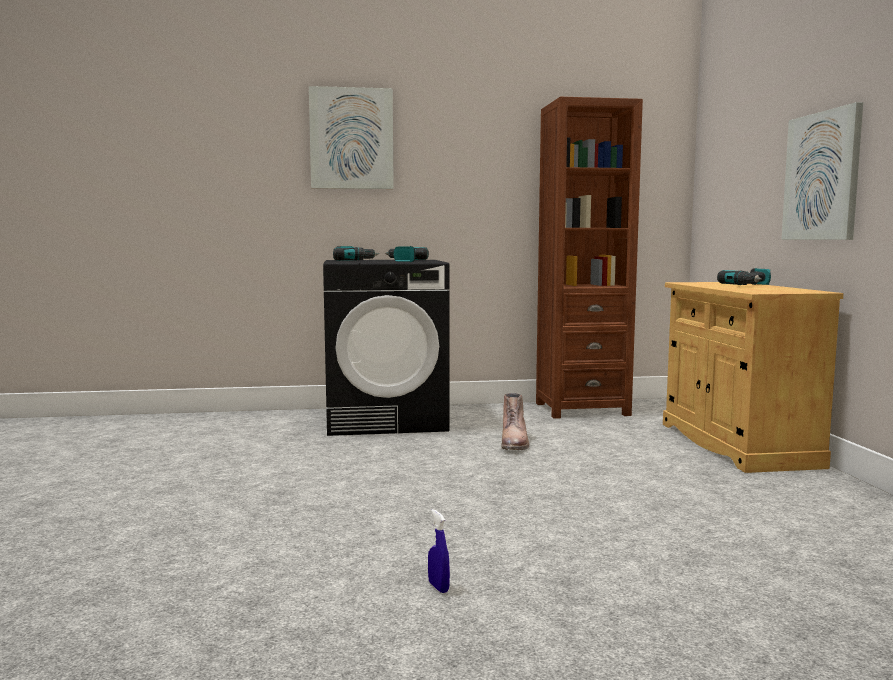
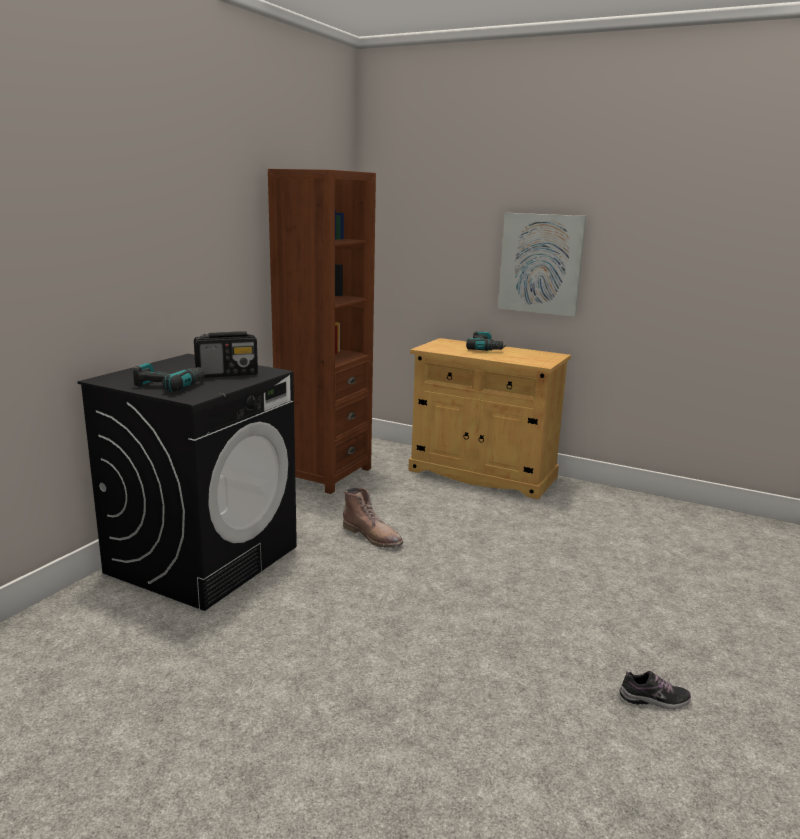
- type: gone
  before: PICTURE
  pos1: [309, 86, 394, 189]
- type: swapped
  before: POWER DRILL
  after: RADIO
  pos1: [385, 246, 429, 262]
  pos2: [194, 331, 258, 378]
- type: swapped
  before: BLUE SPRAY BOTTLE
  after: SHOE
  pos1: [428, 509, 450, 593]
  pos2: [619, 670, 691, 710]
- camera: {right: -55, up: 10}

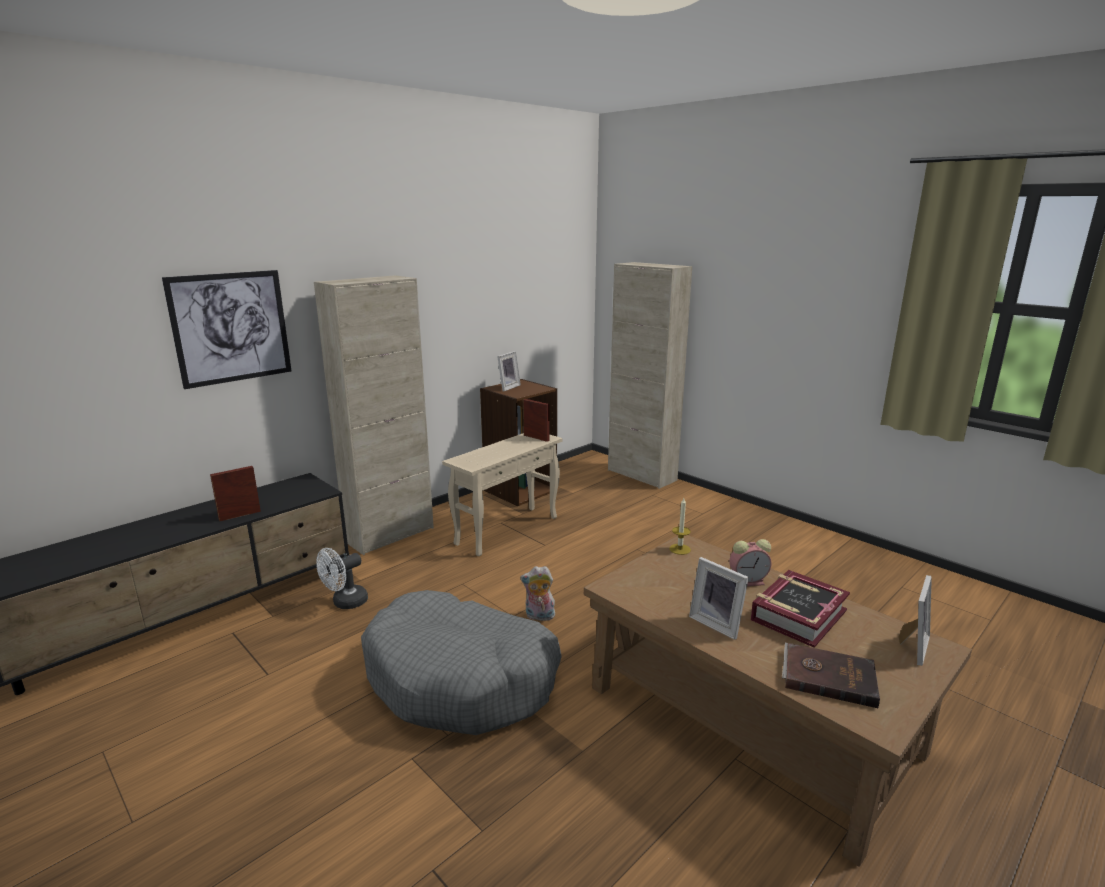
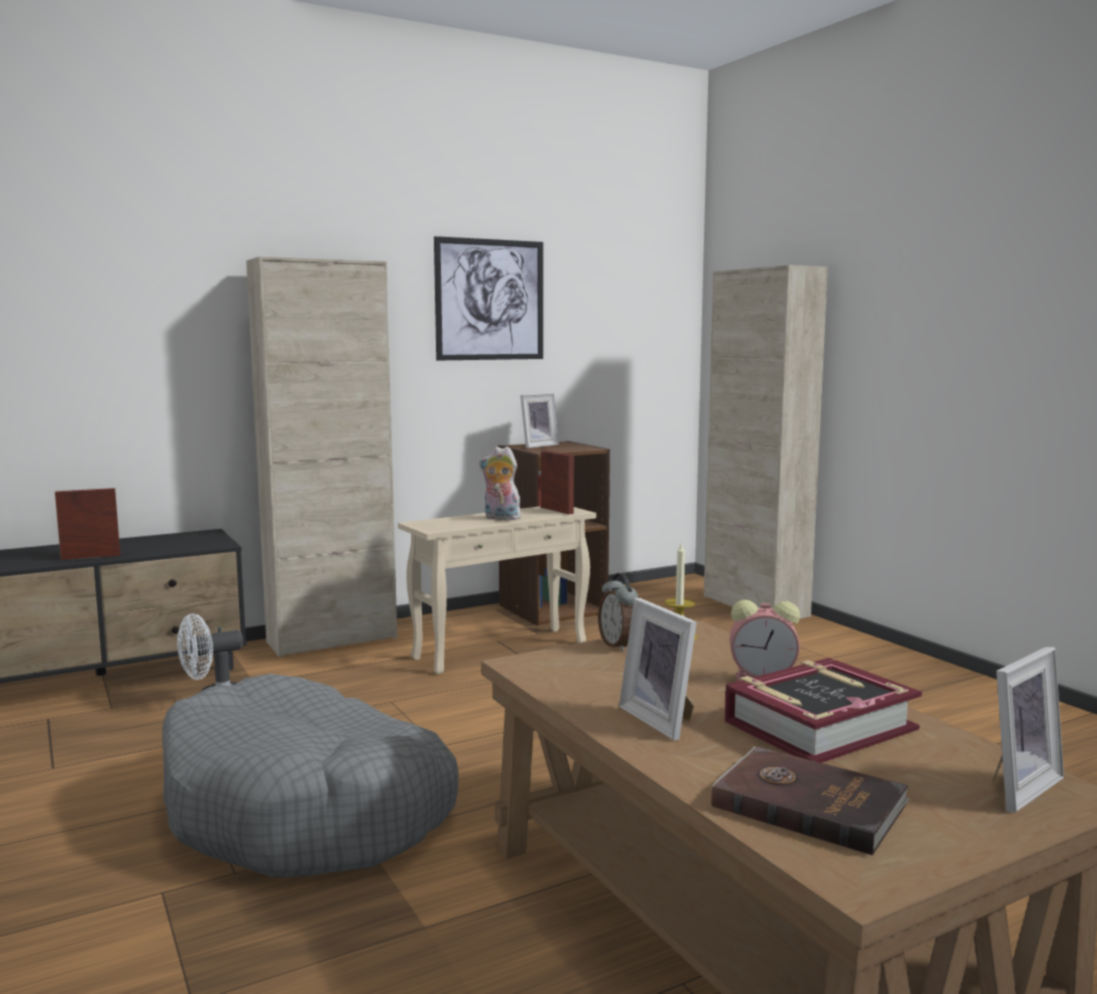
- type: new
  after: ALARM CLOCK
  pos2: [598, 573, 638, 652]
- type: shifted
  before: PICTURE
  pos1: [162, 270, 292, 389]
  pos2: [434, 236, 543, 360]
- type: shifted
  before: PLUSH TOY
  pos1: [520, 566, 555, 623]
  pos2: [479, 447, 524, 520]
- camera: {right: 15, up: -10}

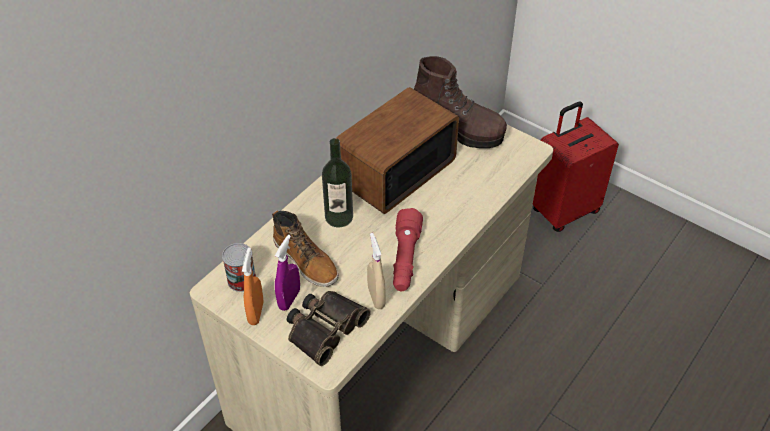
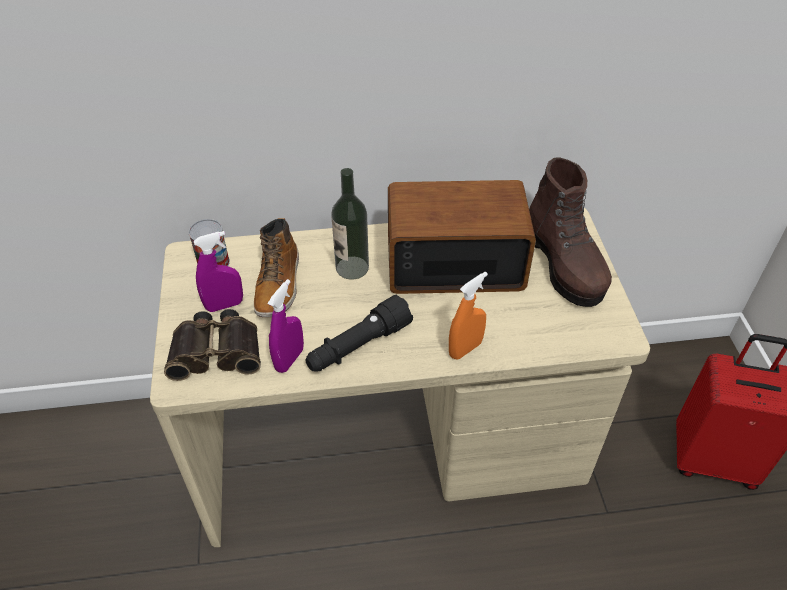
- type: shifted
  before: ORANGE SPRAY BOTTLE
  pos1: [242, 248, 263, 325]
  pos2: [449, 272, 488, 359]
- type: repainted
  before: BEIGE SPRAY BOTTLE
  after: PURPLE SPRAY BOTTLE
  pos1: [367, 233, 386, 309]
  pos2: [268, 279, 304, 373]
- type: repainted
  before: RED FLASHLIGHT
  after: BLACK FLASHLIGHT
  pos1: [393, 208, 423, 291]
  pos2: [305, 294, 413, 372]
- camera: {right: 45, up: 0}

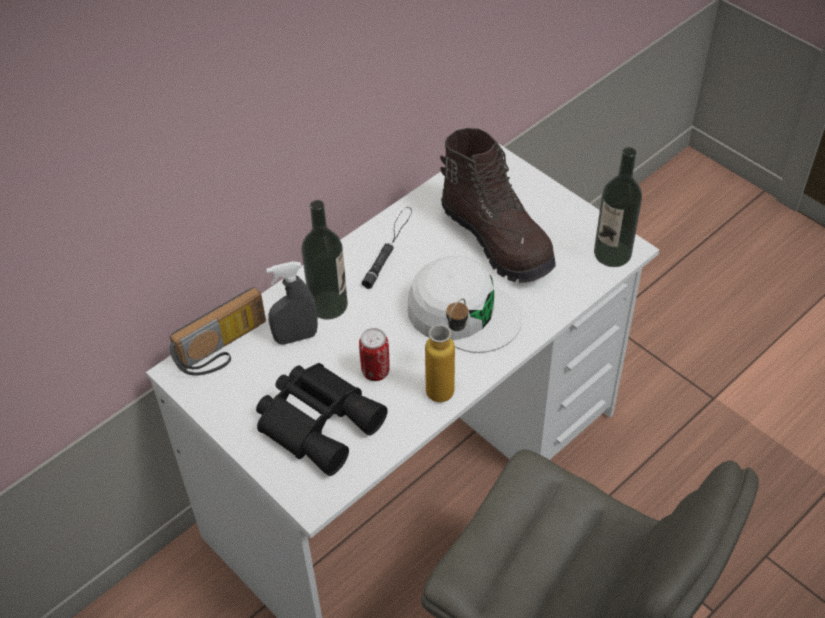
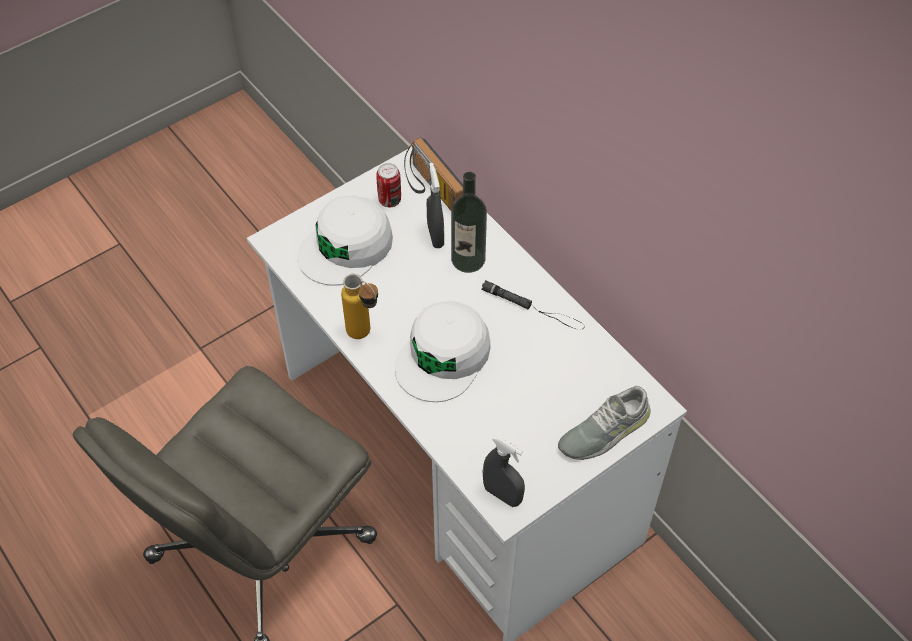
- type: gone
  before: BROWN BOOT
  pos1: [440, 128, 556, 283]
- type: new
  after: GREY SHOE
  pos2: [558, 386, 651, 460]
- type: shifted
  before: CAN
  pos1: [359, 328, 390, 381]
  pos2: [376, 163, 401, 207]
- type: swapped
  before: BLACK BINOCULARS
  after: WHITE CAP
  pos1: [256, 363, 388, 476]
  pos2: [297, 195, 393, 286]
- type: swapped
  before: BOTTLE
  after: GREY SPRAY BOTTLE
  pos1: [594, 147, 642, 267]
  pos2: [483, 435, 525, 507]
- camera: {right: 95, up: 5}

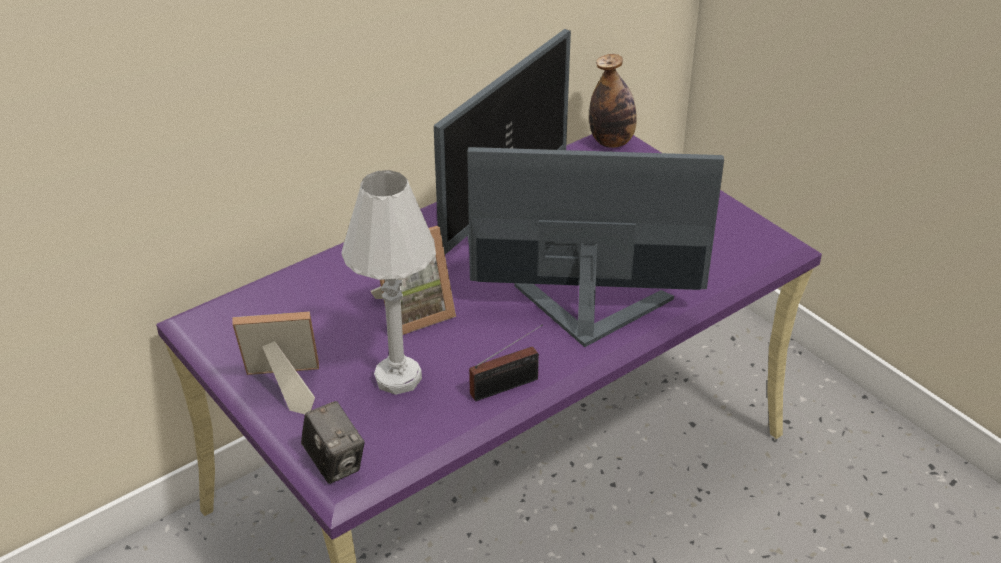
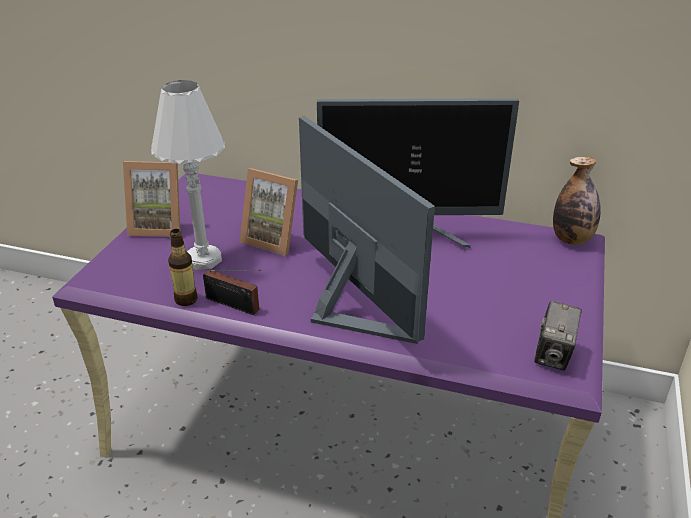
- type: new
  after: BOTTLE
  pos2: [168, 229, 197, 306]
- type: shifted
  before: PHOTO CAMERA
  pos1: [301, 401, 365, 484]
  pos2: [534, 301, 582, 371]
- type: rotated
  before: PICTURE FRAME
  pos1: [233, 311, 319, 414]
  pos2: [123, 161, 180, 237]
  turn: 135
- camera: {right: 55, up: -5}

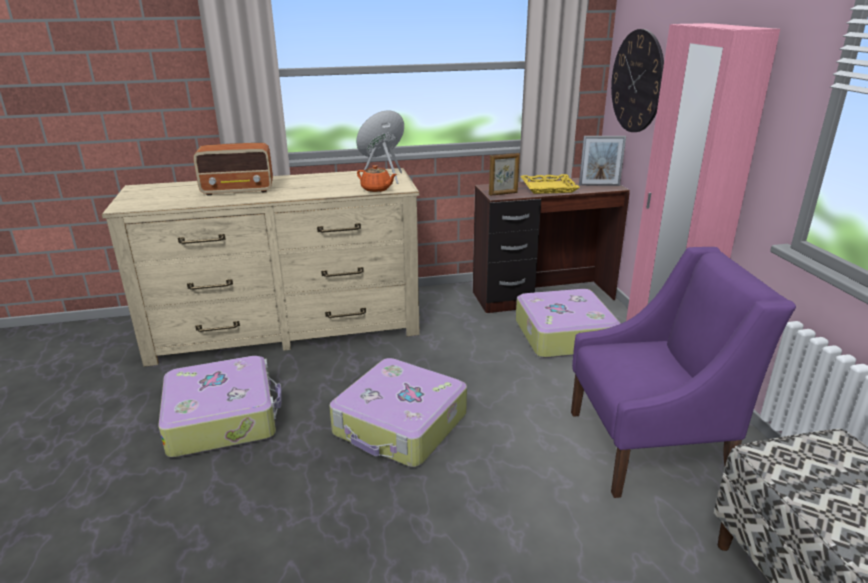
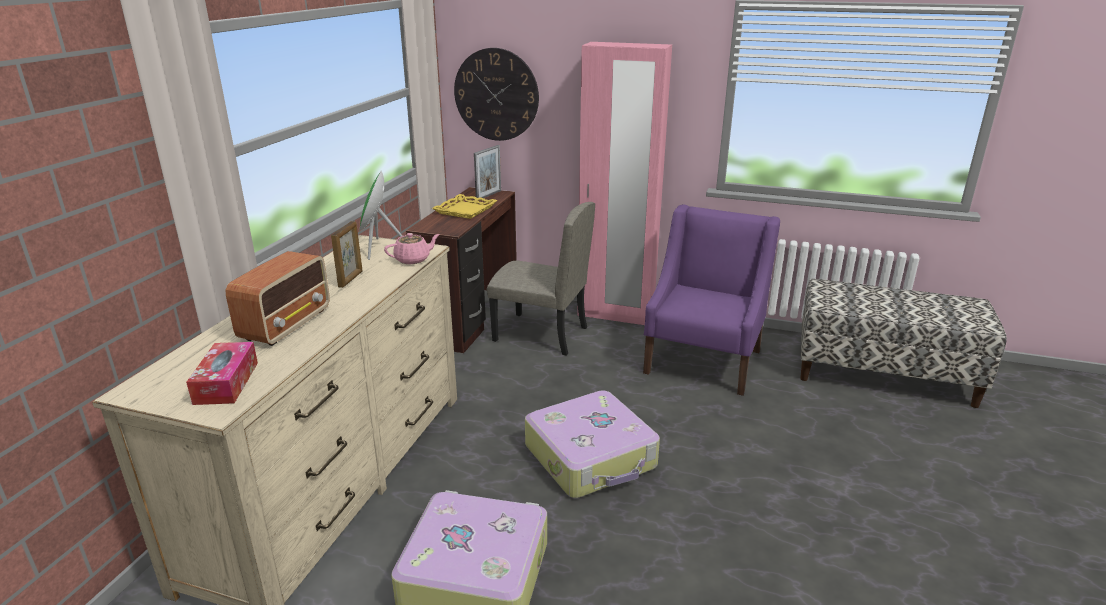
- type: new
  after: TISSUE BOX
  pos2: [186, 342, 258, 405]
- type: shifted
  before: PICTURE FRAME
  pos1: [489, 153, 520, 196]
  pos2: [331, 221, 362, 288]
- type: swapped
  before: SUITCASE
  after: BEIGE CHAIR
  pos1: [516, 289, 621, 358]
  pos2: [487, 202, 595, 356]
- type: repainted
  before: ORANGE TEAPOT
  after: PINK TEAPOT
  pos1: [357, 165, 397, 192]
  pos2: [384, 233, 440, 264]
- camera: {right: -60, up: 0}

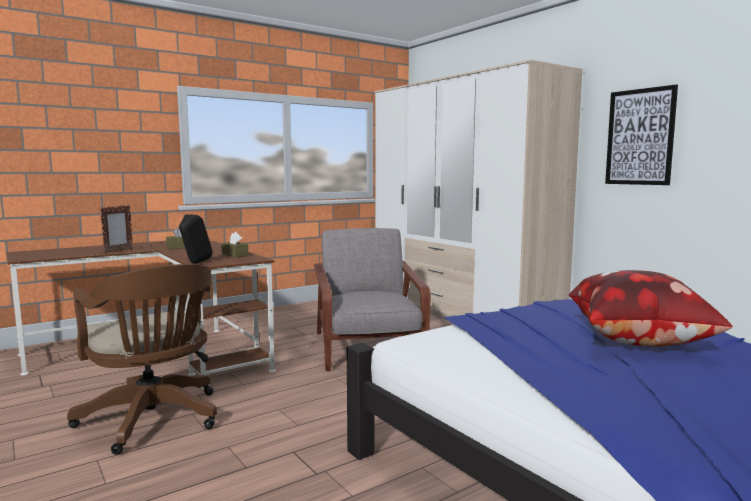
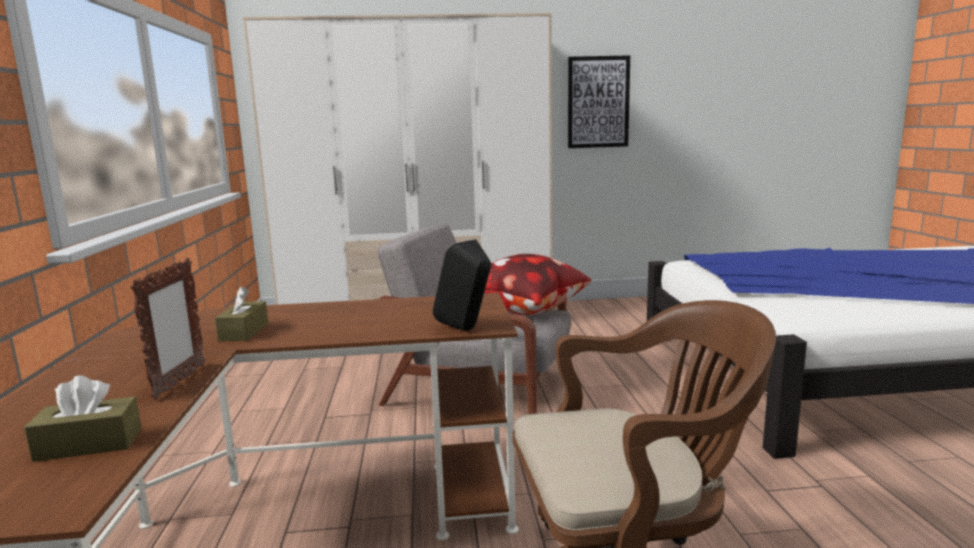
- type: shifted
  before: BROWN TISSUE BOX
  pos1: [221, 232, 248, 258]
  pos2: [24, 375, 142, 462]
- type: shifted
  before: PILLOW
  pos1: [568, 270, 733, 347]
  pos2: [484, 254, 592, 315]
- type: rotated
  before: PICTURE FRAME
  pos1: [100, 205, 133, 254]
  pos2: [130, 258, 205, 400]
  turn: 45
- camera: {right: -60, up: 5}

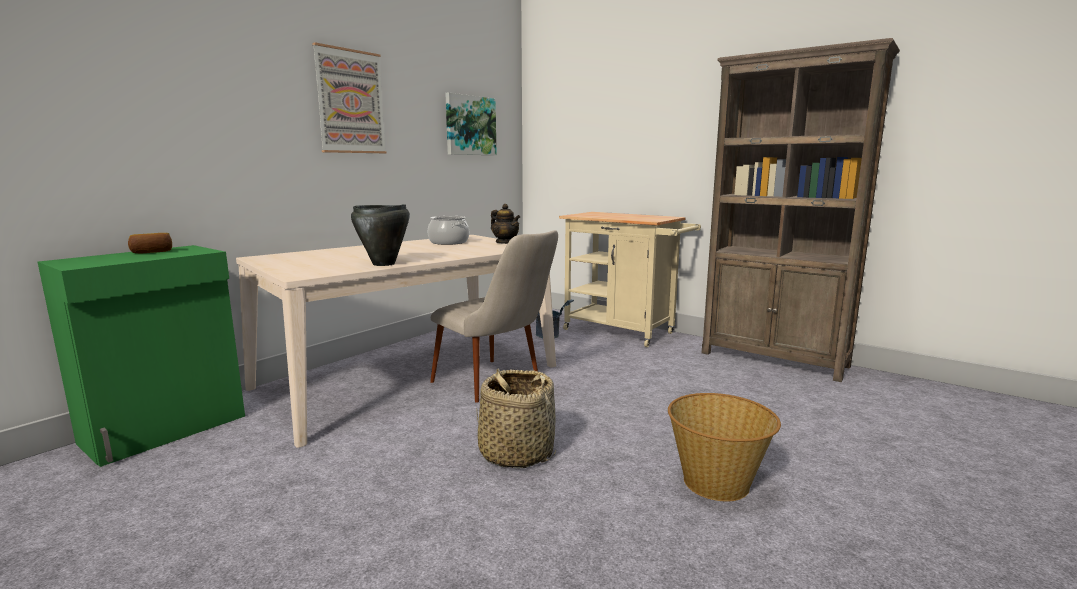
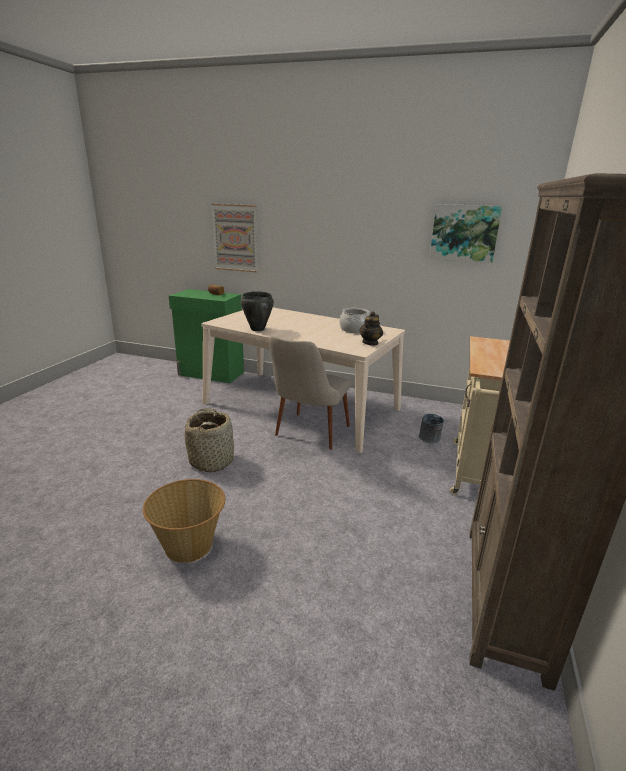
- type: shifted
  before: PICTURE
  pos1: [312, 42, 386, 153]
  pos2: [211, 204, 258, 273]
- camera: {right: 70, up: 10}

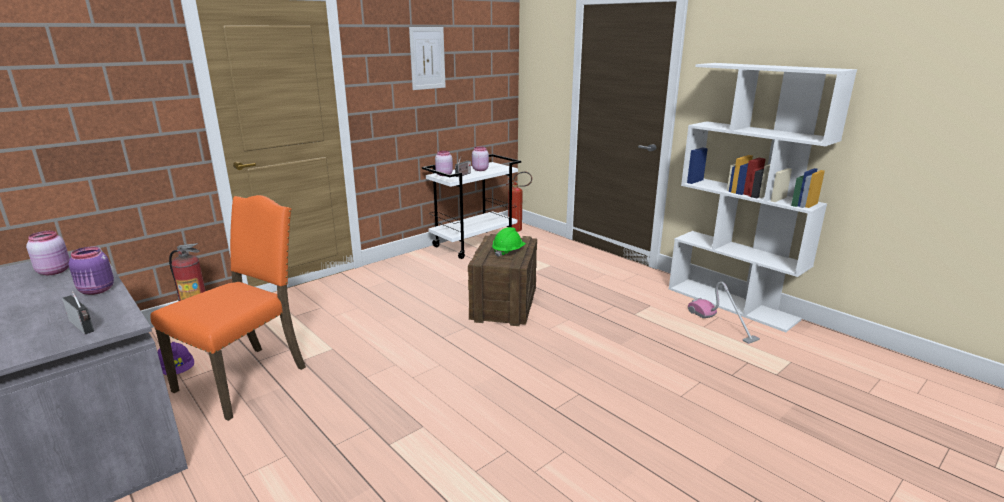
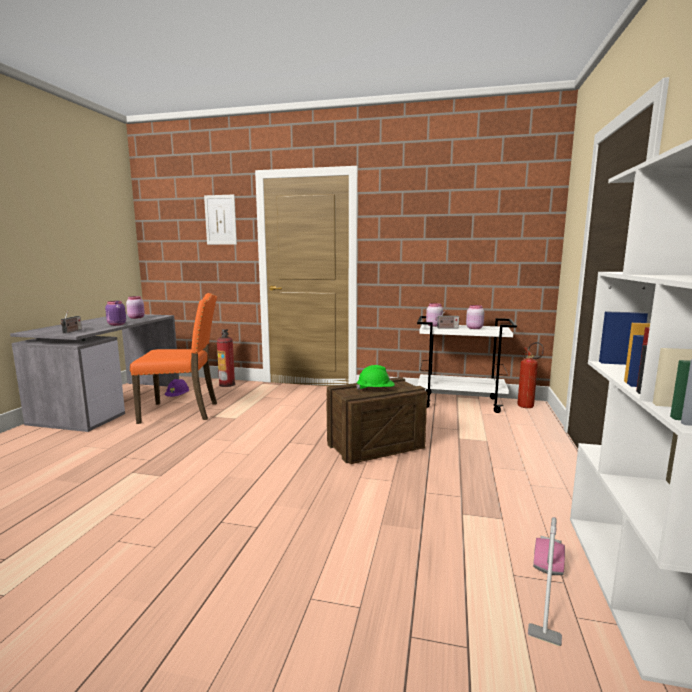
- type: shifted
  before: PICTURE
  pos1: [409, 27, 446, 90]
  pos2: [204, 195, 237, 245]
- camera: {right: 55, up: -10}

